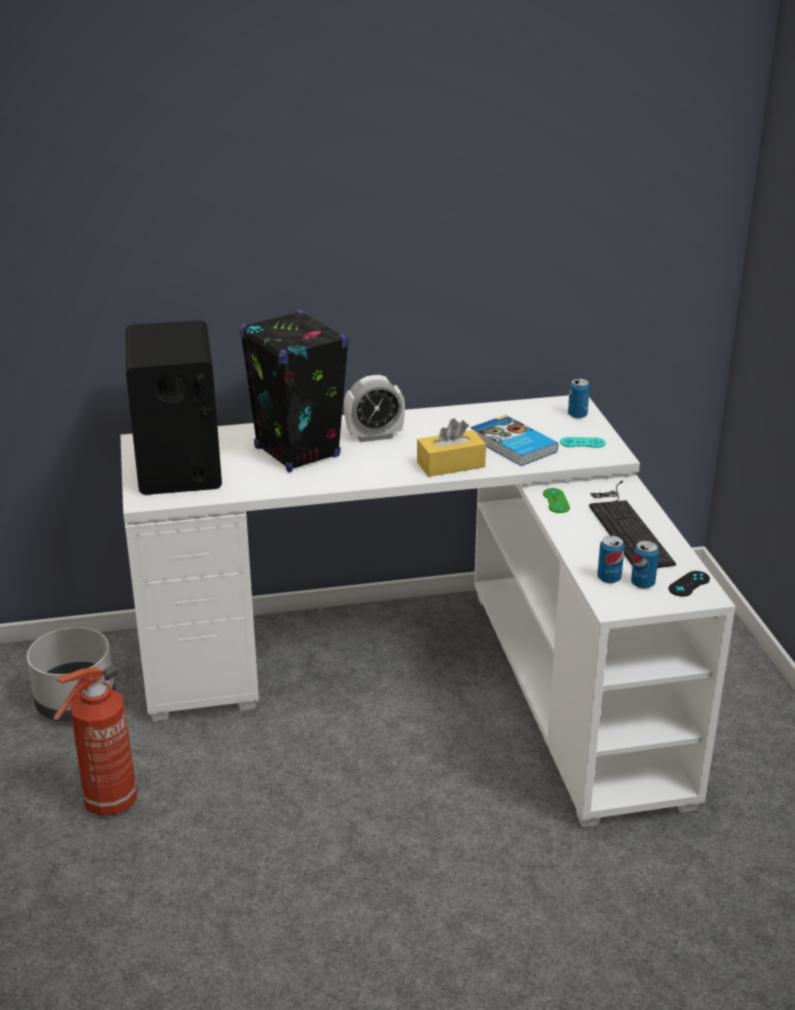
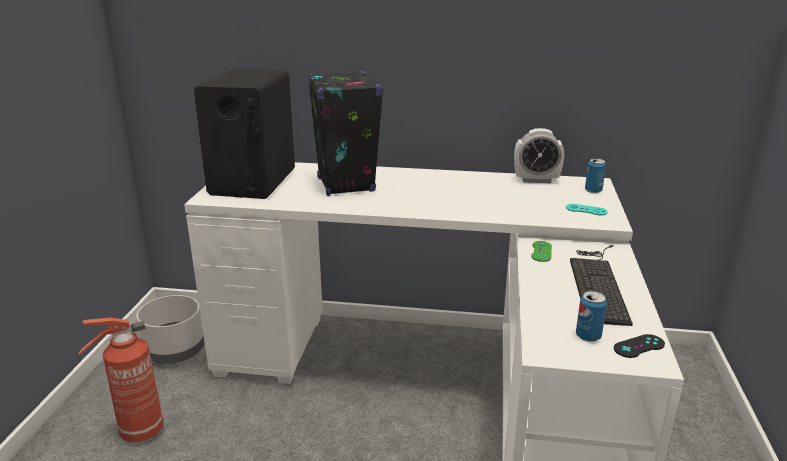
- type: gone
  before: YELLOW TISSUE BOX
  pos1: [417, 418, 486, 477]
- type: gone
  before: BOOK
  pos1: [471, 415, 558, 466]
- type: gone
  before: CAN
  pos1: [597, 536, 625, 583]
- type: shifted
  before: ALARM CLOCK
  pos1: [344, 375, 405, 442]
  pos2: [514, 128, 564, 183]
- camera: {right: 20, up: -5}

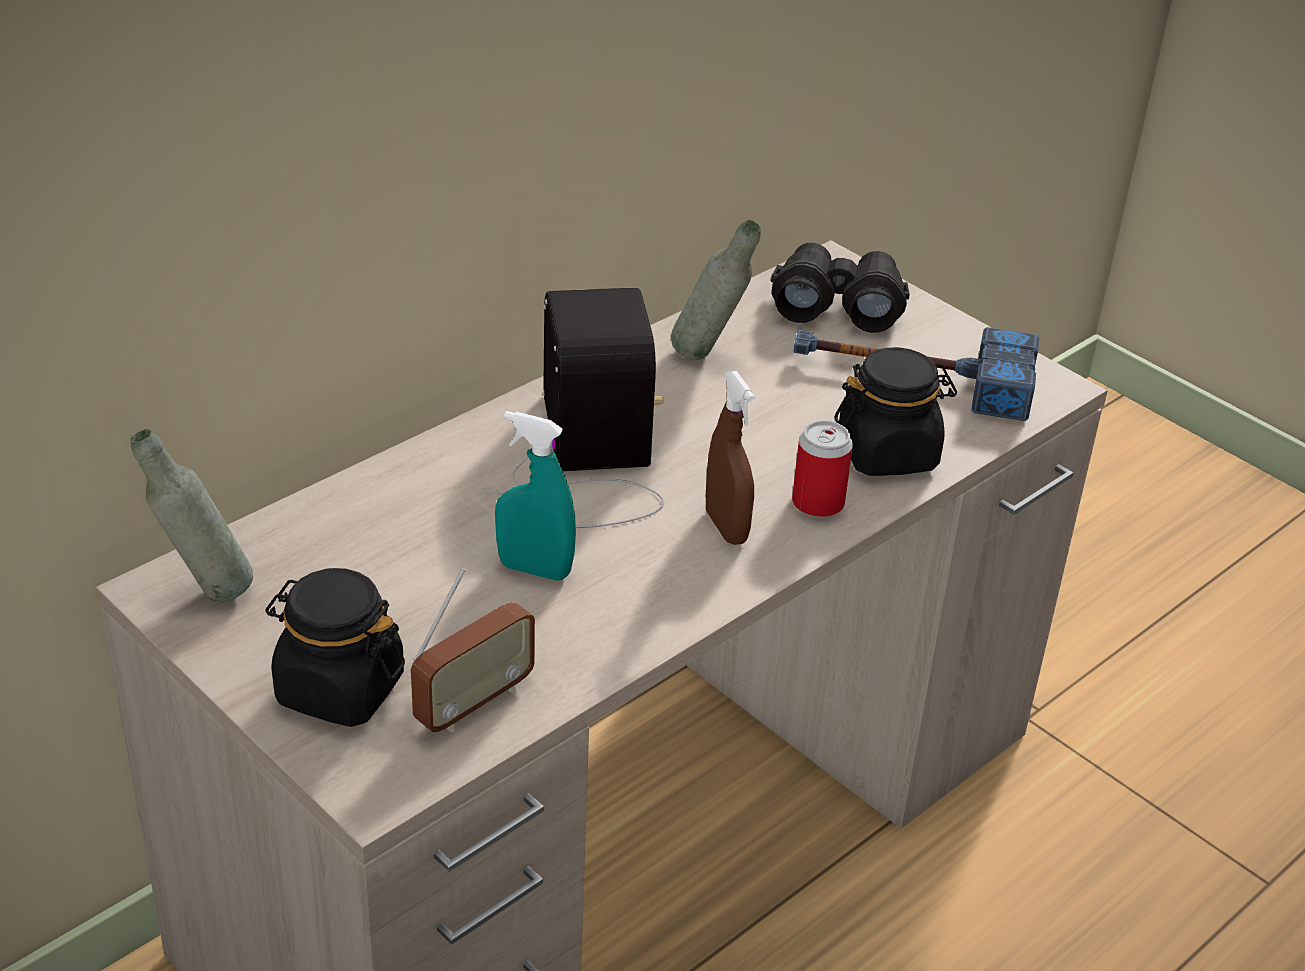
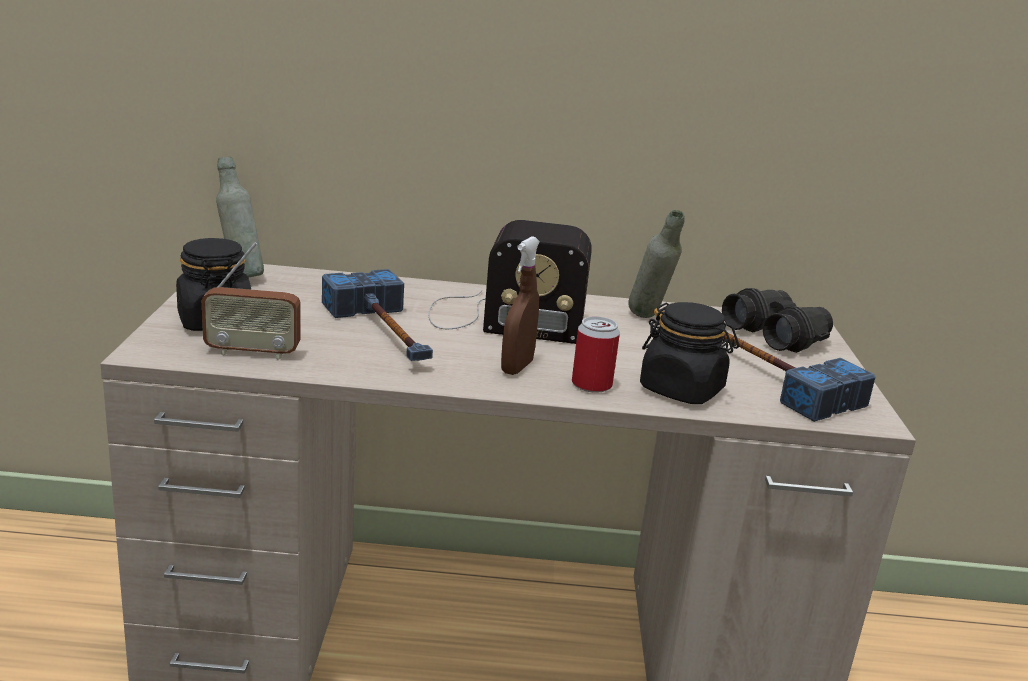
- type: swapped
  before: TURQUOISE SPRAY BOTTLE
  after: HAMMER
  pos1: [495, 411, 576, 581]
  pos2: [322, 269, 433, 361]
- type: rotated
  before: RADIO
  pos1: [484, 287, 664, 528]
  pos2: [428, 220, 592, 344]
  turn: 60
- camera: {right: 45, up: -15}

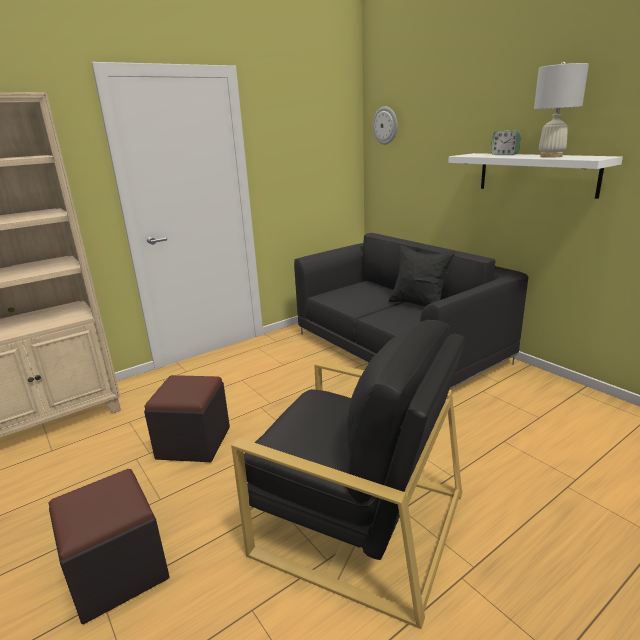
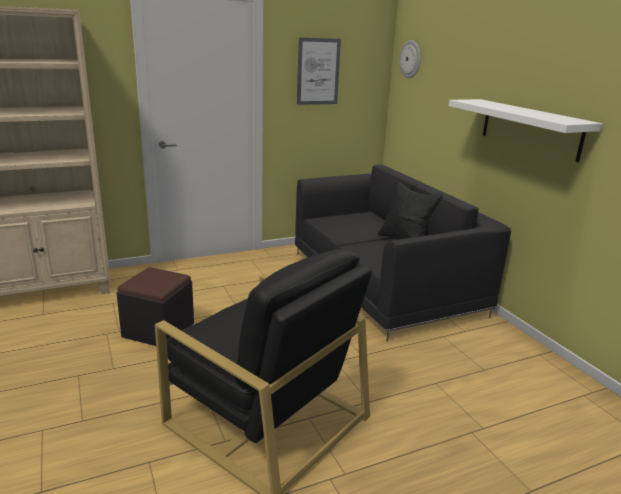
- type: gone
  before: BLACK OTTOMAN
  pos1: [49, 469, 170, 624]
- type: gone
  before: ALARM CLOCK
  pos1: [491, 130, 521, 155]
- type: gone
  before: WHITE TABLE LAMP
  pos1: [534, 61, 589, 158]
- type: new
  after: PICTURE
  pos2: [297, 37, 341, 105]
- camera: {right: 10, up: 0}

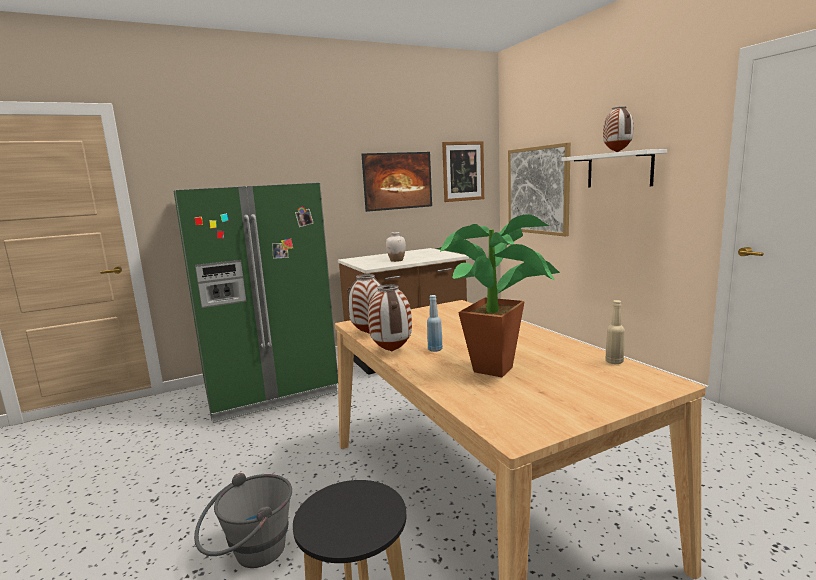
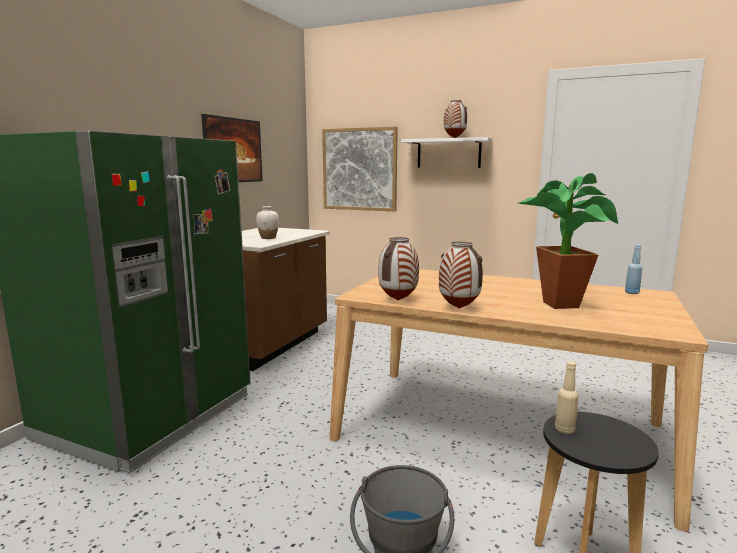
- type: gone
  before: PICTURE
  pos1: [442, 141, 484, 202]
- type: shifted
  before: BLUE BOTTLE
  pos1: [427, 295, 443, 352]
  pos2: [625, 244, 642, 294]
- type: shifted
  before: BEIGE BOTTLE
  pos1: [605, 300, 625, 364]
  pos2: [555, 361, 578, 434]
- camera: {right: -40, up: 0}

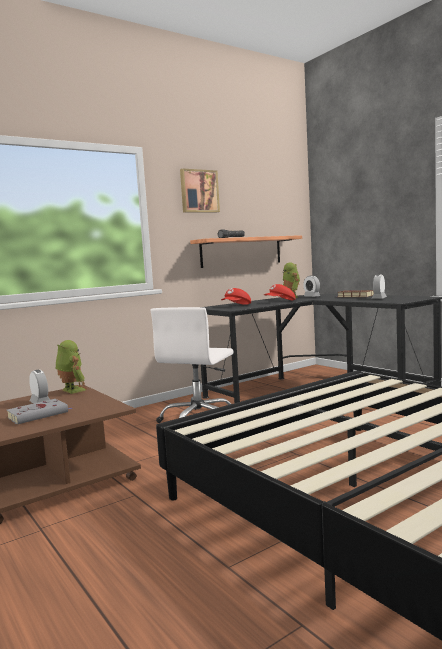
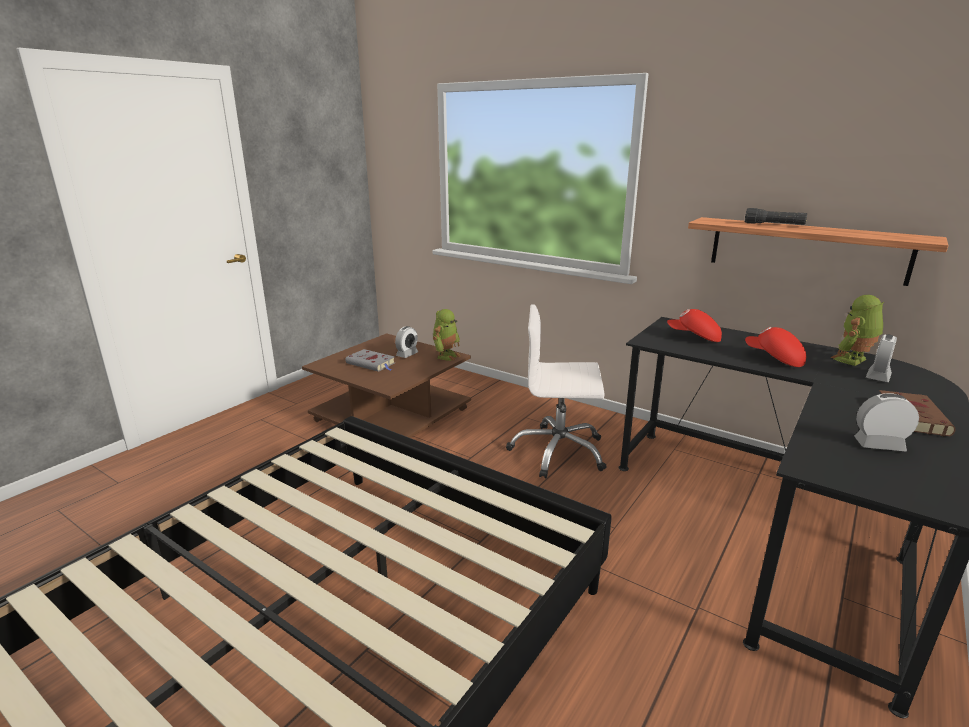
- type: gone
  before: PICTURE
  pos1: [180, 169, 220, 213]
- camera: {right: 70, up: 15}

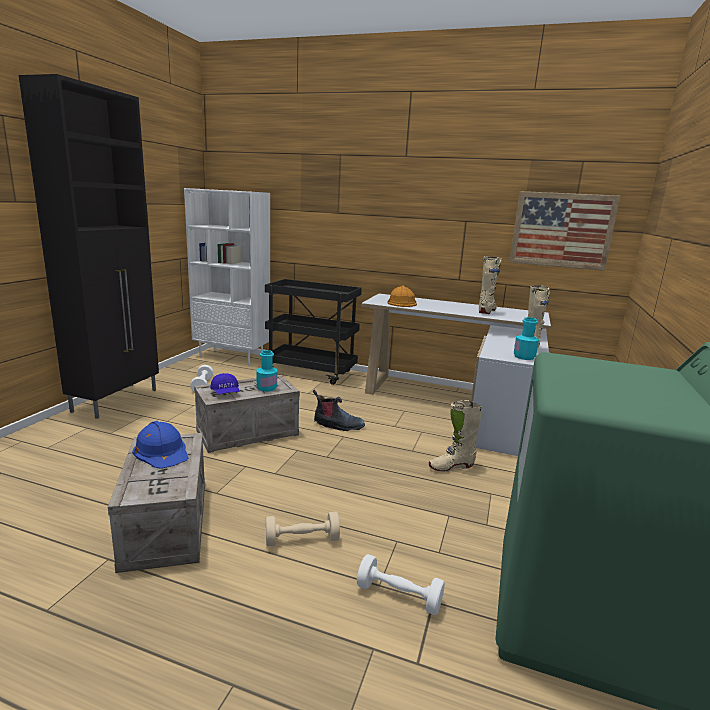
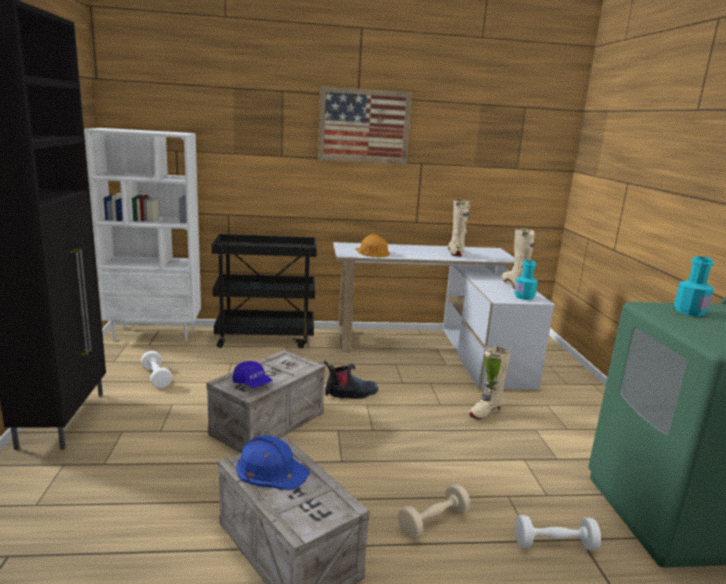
- type: shifted
  before: TURQUOISE BOTTLE
  pos1: [257, 350, 277, 392]
  pos2: [674, 256, 714, 316]
- type: shifted
  before: PICTURE
  pos1: [509, 191, 620, 271]
  pos2: [318, 86, 412, 165]
- camera: {right: -25, up: 0}

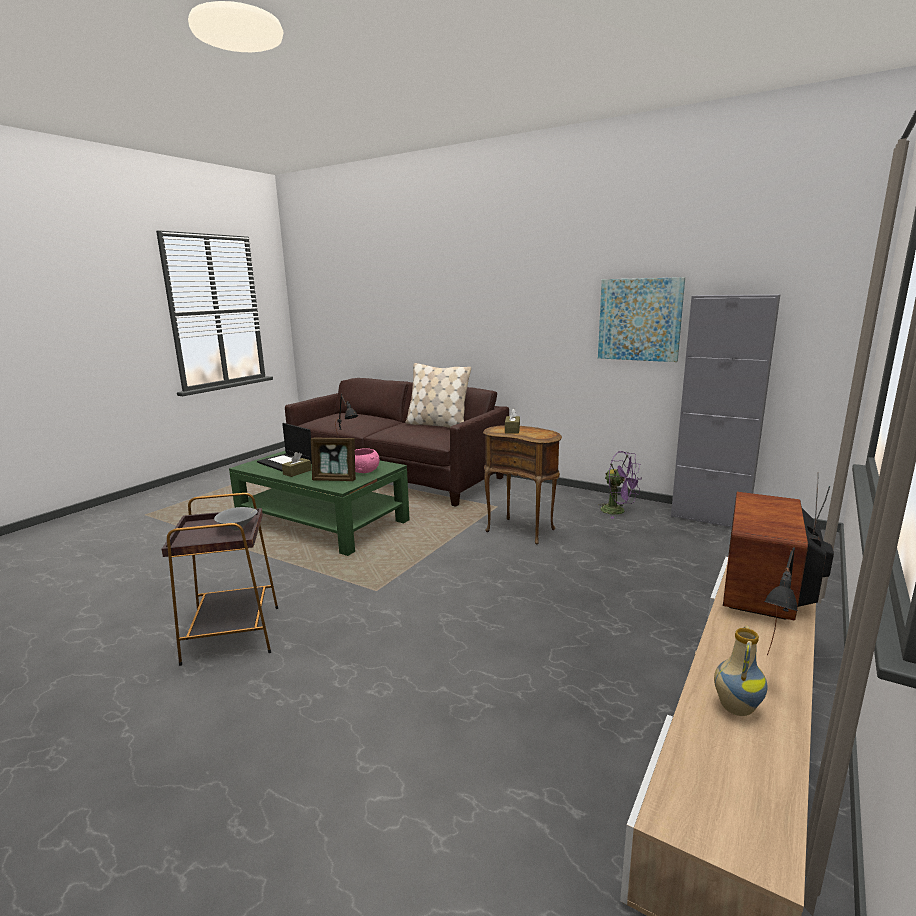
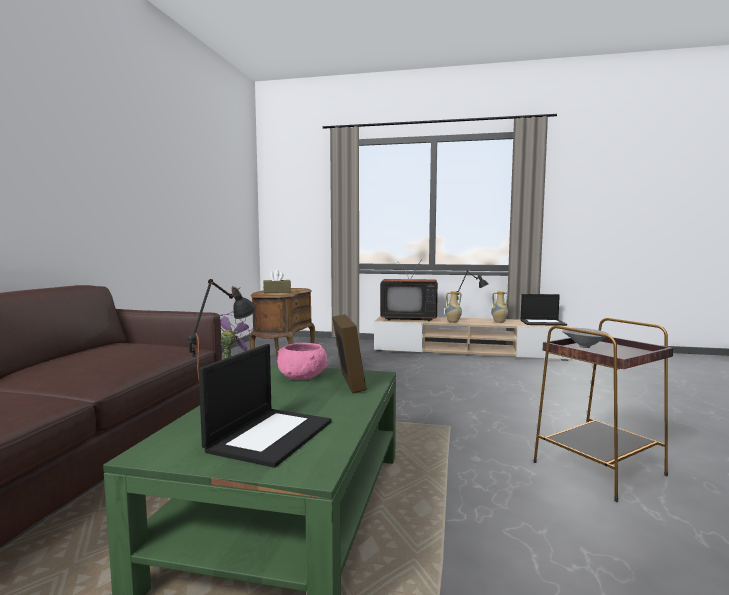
- type: gone
  before: BROWN TISSUE BOX
  pos1: [282, 452, 311, 477]
- type: gone
  before: BEIGE PILLOW
  pos1: [405, 363, 471, 428]
- type: gone
  before: PICTURE
  pos1: [598, 277, 685, 362]
- type: gone
  before: GREY CABINET
  pos1: [671, 294, 781, 527]
- type: new
  after: VASE
  pos2: [445, 291, 462, 323]
- type: new
  after: LAPTOP
  pos2: [521, 294, 567, 326]
- camera: {right: -110, up: -10}

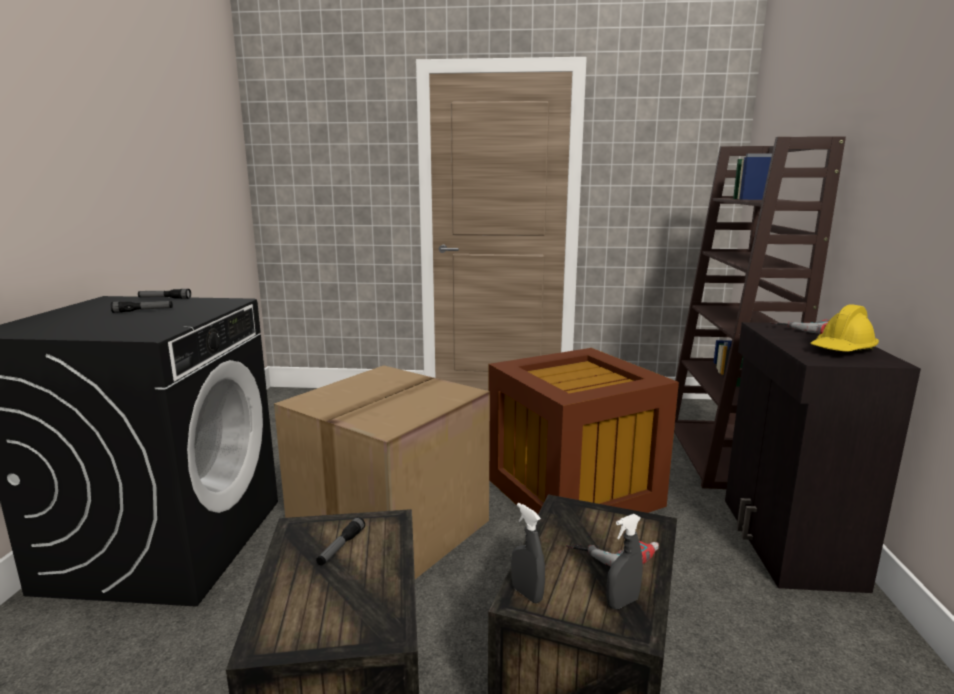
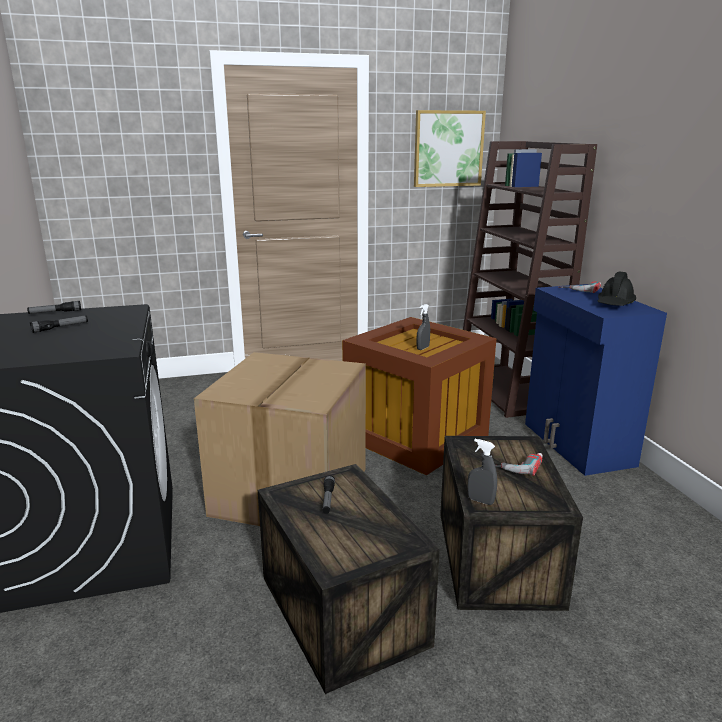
- type: new
  after: PICTURE
  pos2: [414, 110, 486, 187]
- type: shifted
  before: GREY SPRAY BOTTLE
  pos1: [607, 514, 643, 609]
  pos2: [416, 304, 430, 350]
- type: repainted
  before: BLACK CABINET
  after: BLUE CABINET
  pos1: [725, 322, 921, 593]
  pos2: [525, 284, 667, 476]
- type: repainted
  before: YELLOW HARD HAT
  after: BLACK HARD HAT
  pos1: [810, 304, 879, 352]
  pos2: [598, 271, 636, 306]
- camera: {right: -20, up: 5}

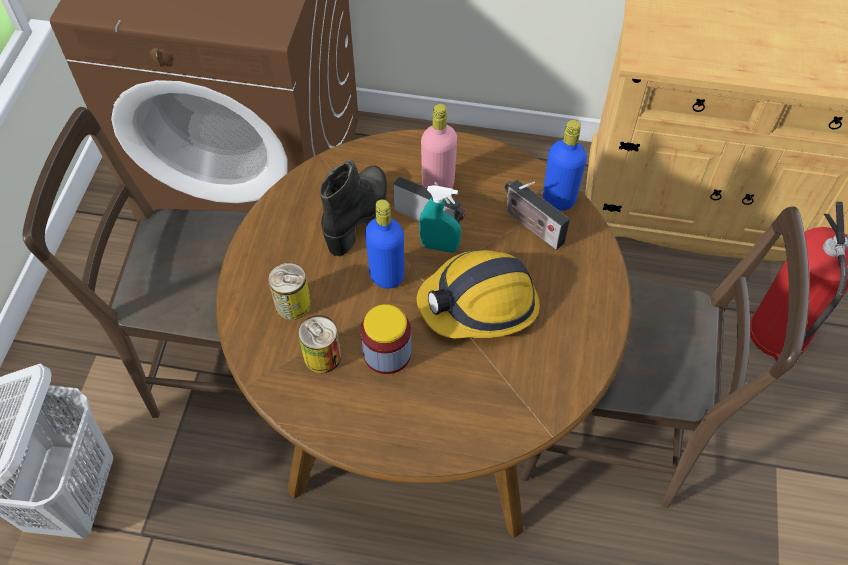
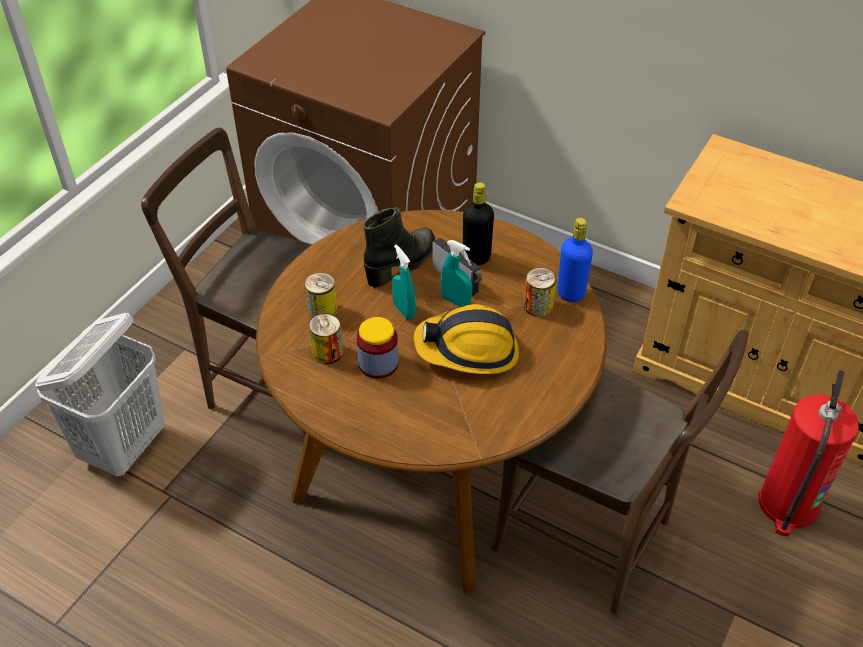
- type: swapped
  before: BLUE BOTTLE
  after: TURQUOISE SPRAY BOTTLE
  pos1: [365, 199, 404, 289]
  pos2: [392, 245, 416, 320]
- type: swapped
  before: RADIO
  after: CAN
  pos1: [505, 180, 570, 250]
  pos2: [524, 268, 557, 317]
- type: repainted
  before: PINK BOTTLE
  after: BLACK BOTTLE
  pos1: [421, 104, 457, 188]
  pos2: [463, 182, 494, 265]
- camera: {right: 20, up: -10}

